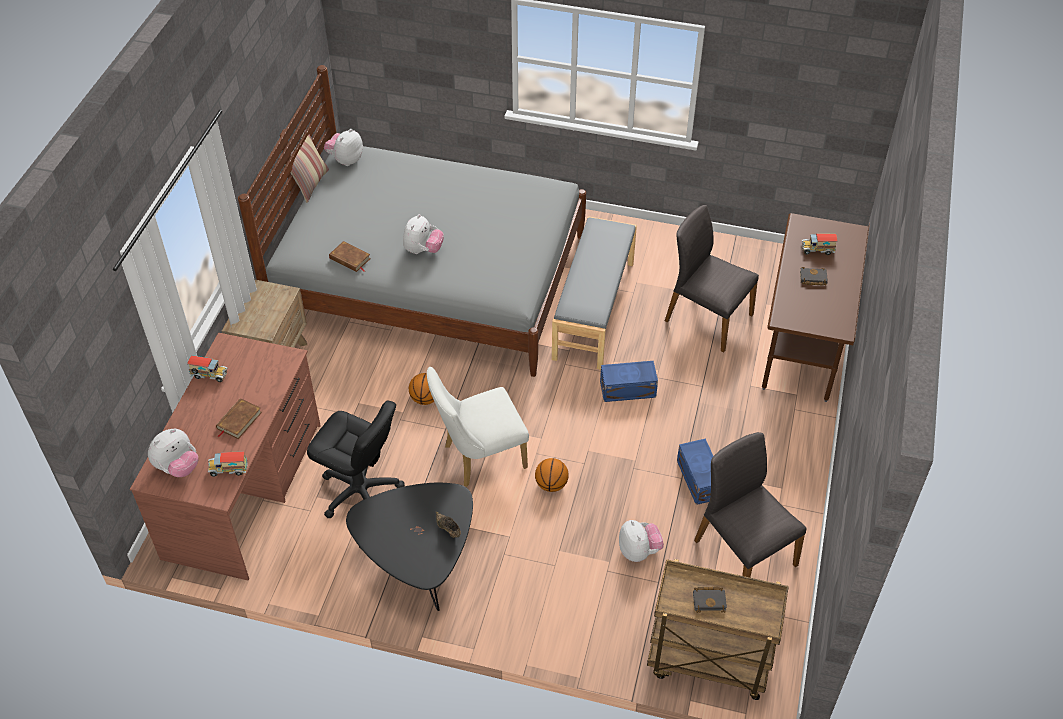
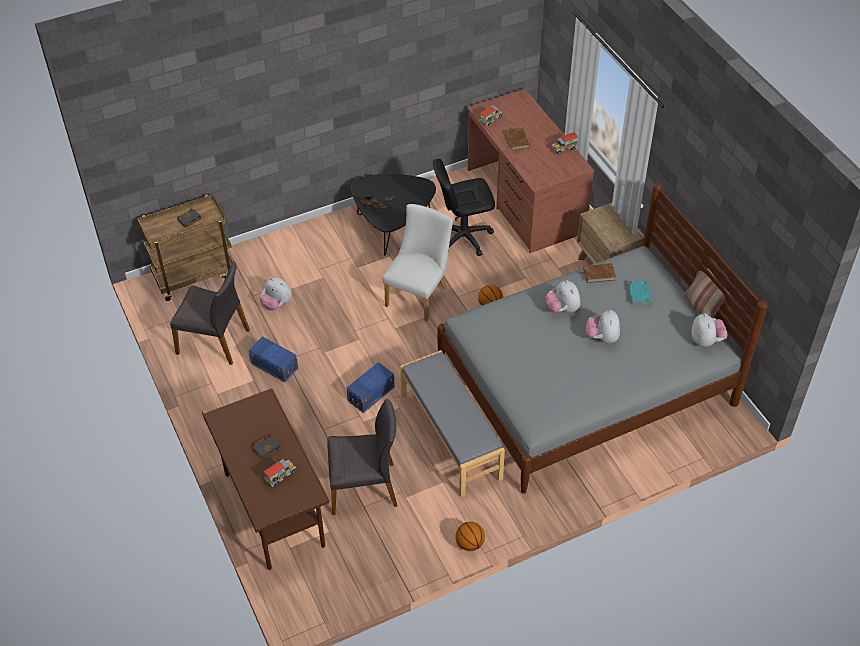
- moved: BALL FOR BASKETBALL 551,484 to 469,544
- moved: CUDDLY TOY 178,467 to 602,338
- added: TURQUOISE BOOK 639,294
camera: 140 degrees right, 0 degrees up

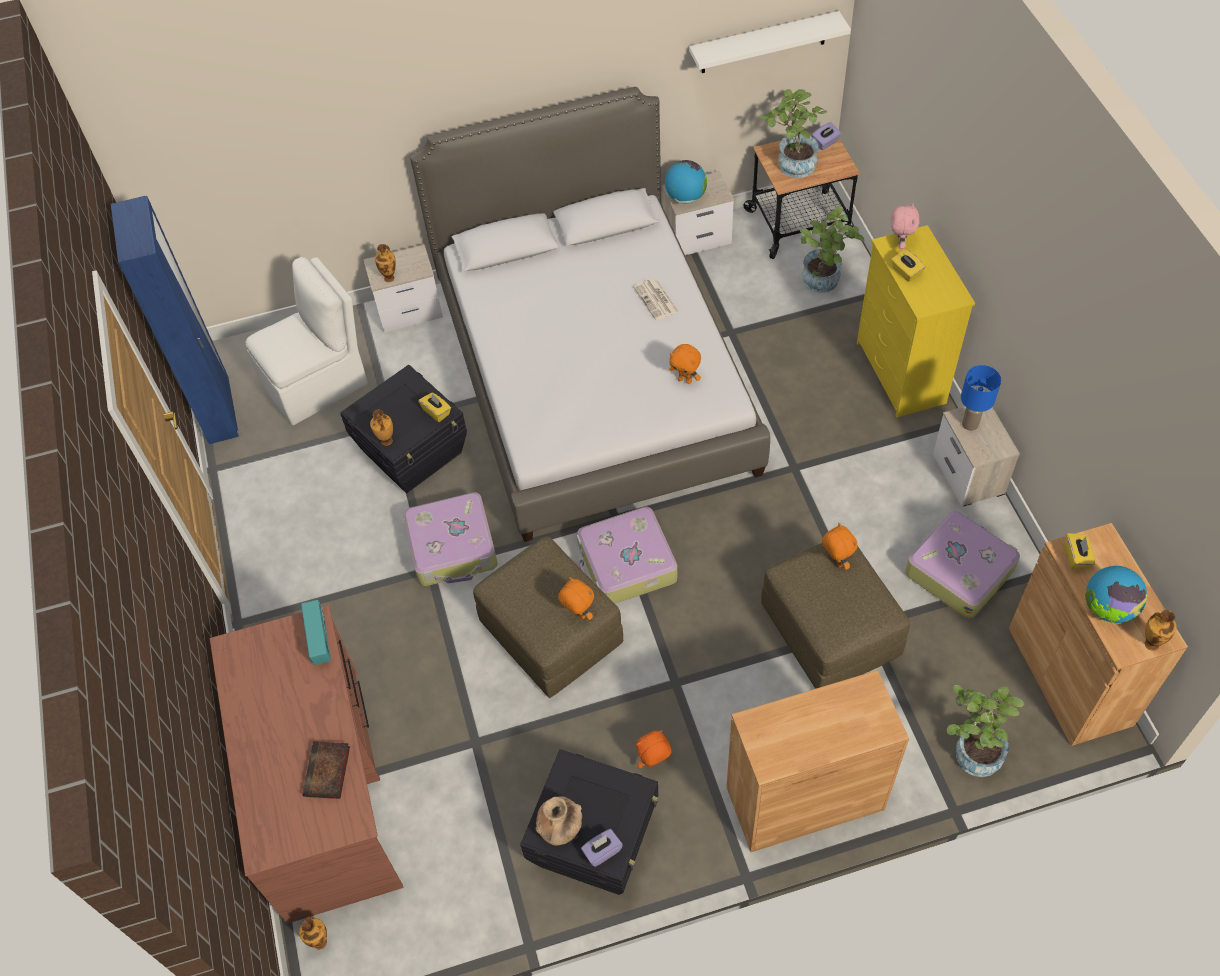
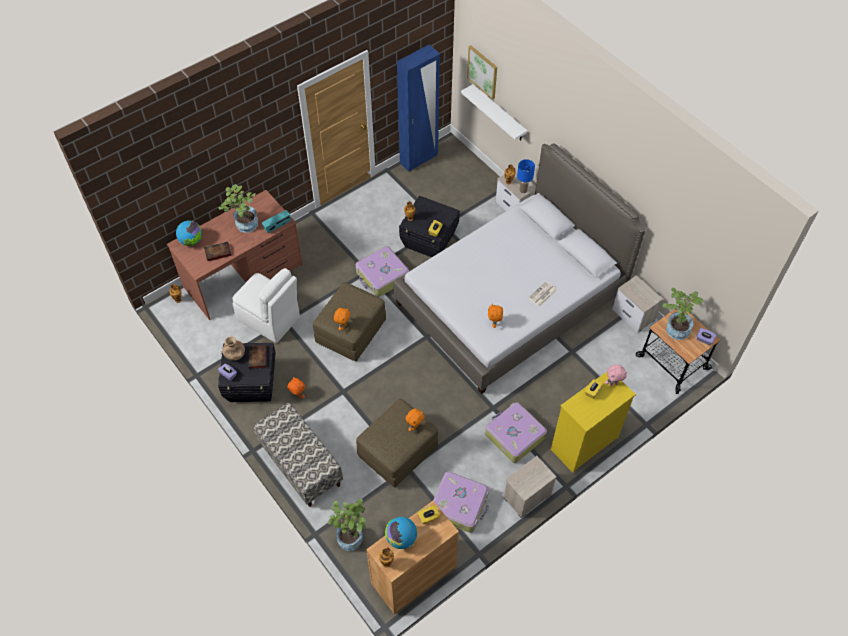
- moved: GLOBE 685,197 to 191,241
- moved: HOUSEPLANT 823,283 to 244,226
- moved: WHITE UPRIGHT CHAIR 317,383 to 270,319
- added: BOOK 258,358
- replaced: BROWN-COLOURED STORAGE CABINET 804,798 to LONG SEAT 300,464
- moved: WHITE BRACKET SHELF 763,43 to 499,113
- added: WALL ART 482,72
- moved: PIECE OF LUGGAGE 626,564 to 514,436
- moved: BLUISH TABLE LAMP 969,424 to 523,190
camera: 65 degrees right, 0 degrees up

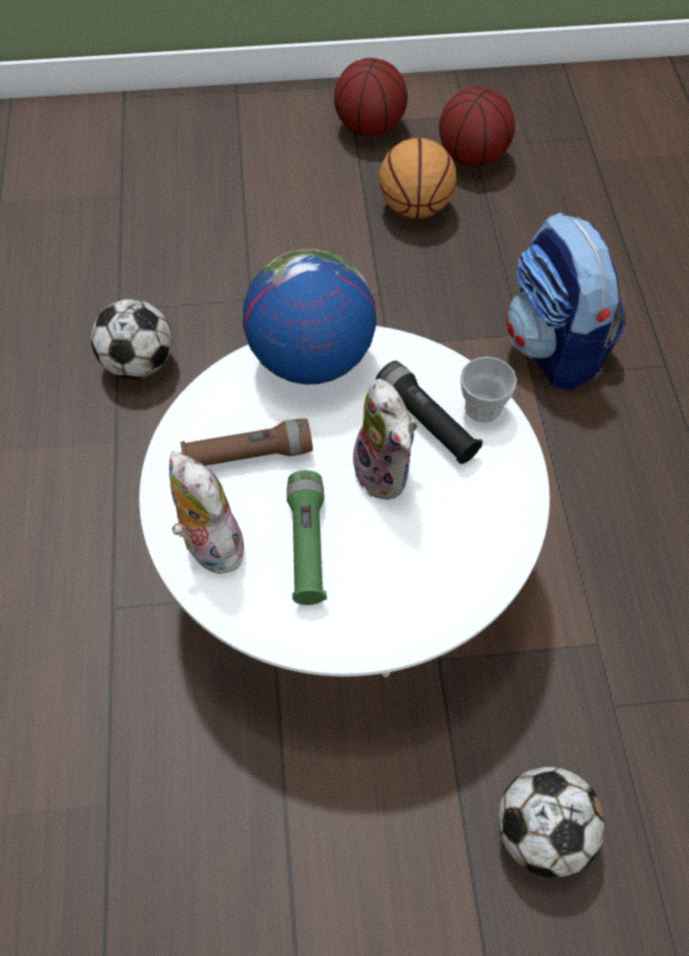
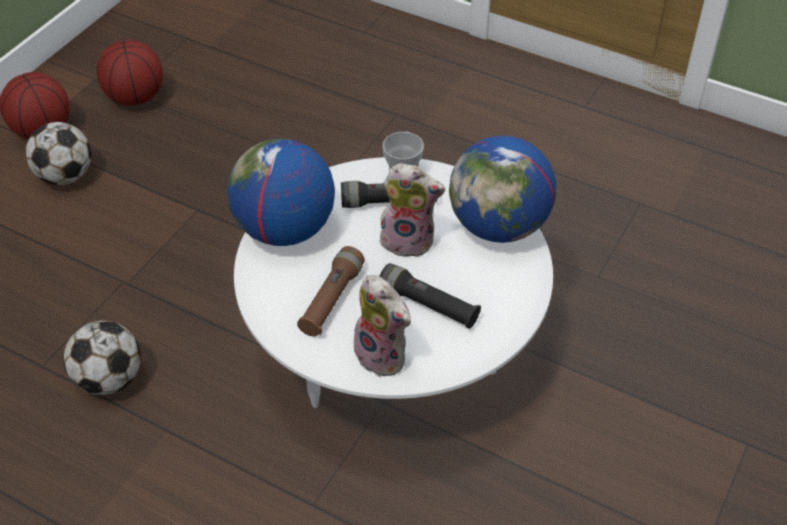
- moved: FOOTBALL BALL 542,833 to 65,176
- turned: CUDDLY TOY 208,545 = 384,355 135 degrees counterclockwise
- recoloured: GREENISH FLASHLIGHT 307,545 to BLACKISH FLASHLIGHT 428,305
- added: GLOBE 499,226
- removed: BALL FOR BASKETBALL 416,208
- removed: BACKPACK 554,348
camera: 55 degrees left, 10 degrees down

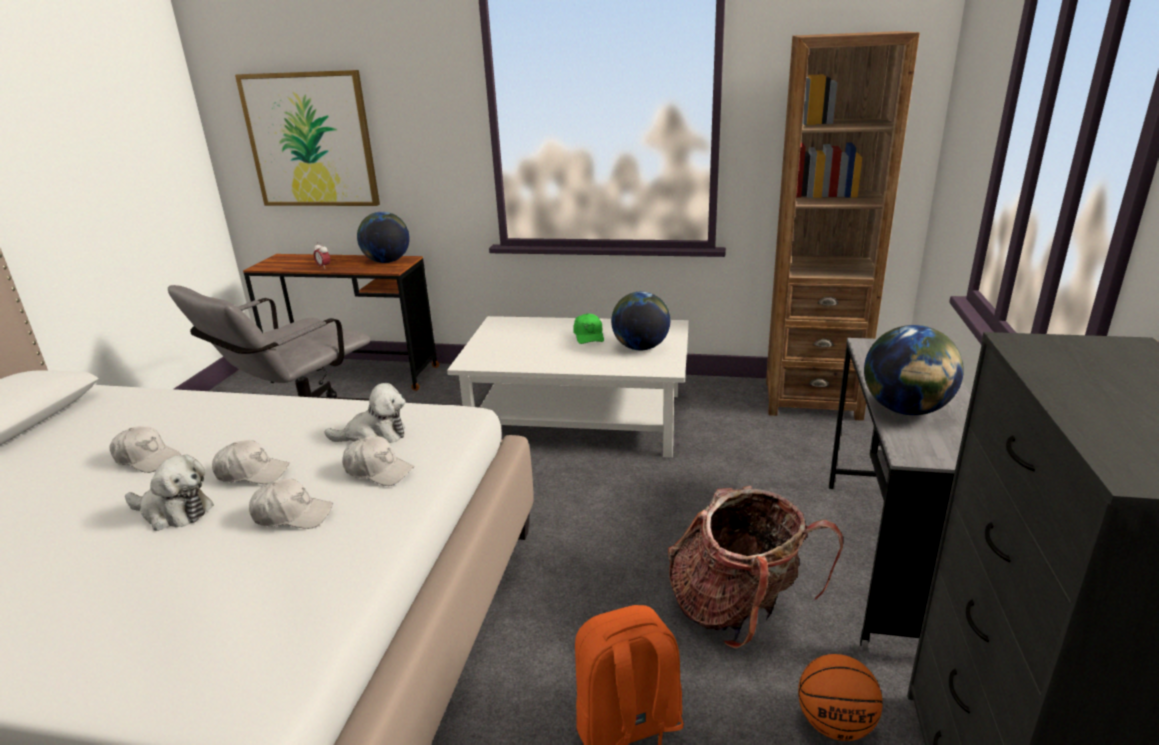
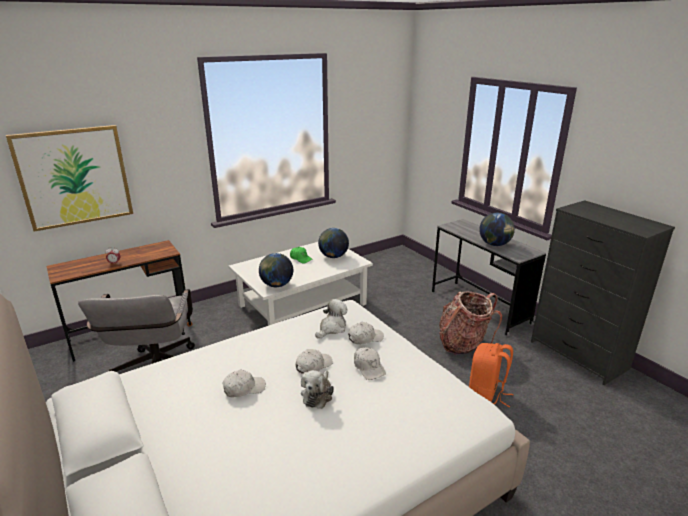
- moved: GLOBE 387,261 to 276,285
- turned: CUDDLY TOY 173,512 = 317,394 135 degrees clockwise
- turned: WHITE PEAKED CAP 292,515 = 369,367 105 degrees clockwise
- removed: BROWN-COLOURED SHELVING UNIT 812,400
- removed: BALL FOR BASKETBALL 835,723
camera: 45 degrees left, 0 degrees up

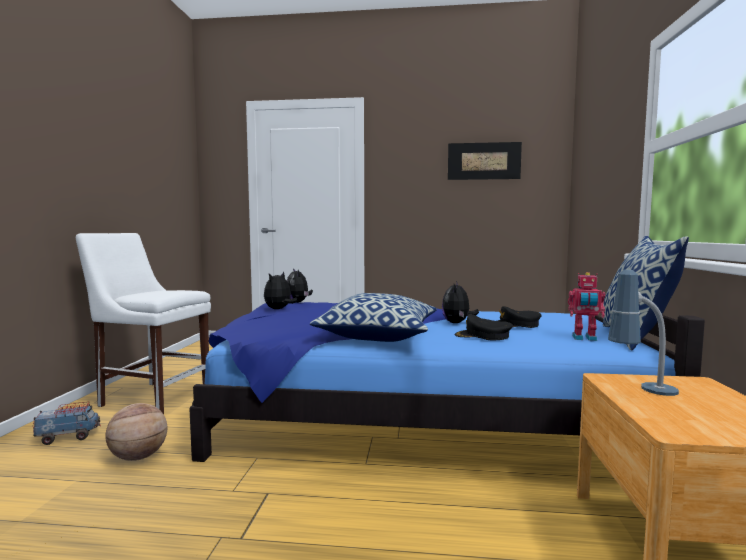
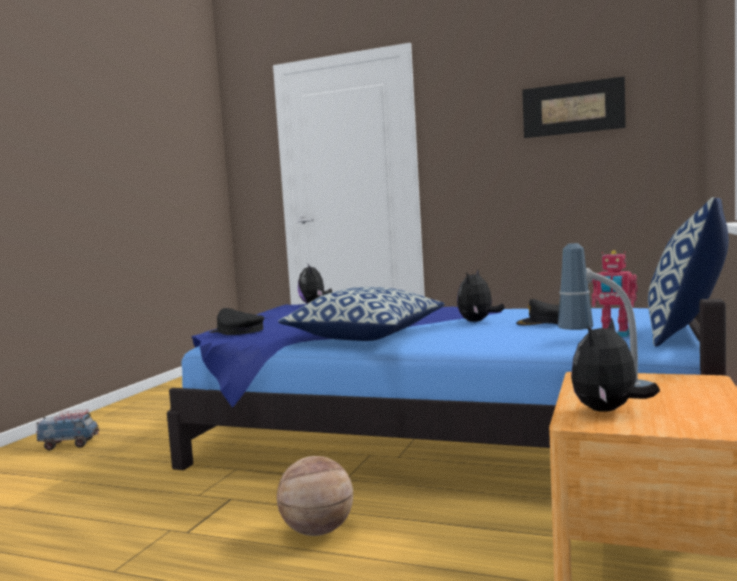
- moved: BLACKISH PEAKED CAP 483,336 to 237,331
- moved: BALL FOR BASKETBALL 139,457 to 318,531
- moved: CUDDLY TOY 279,309 to 608,411
- removed: WHITE UPRIGHT CHAIR 152,397
camera: 15 degrees right, 0 degrees up

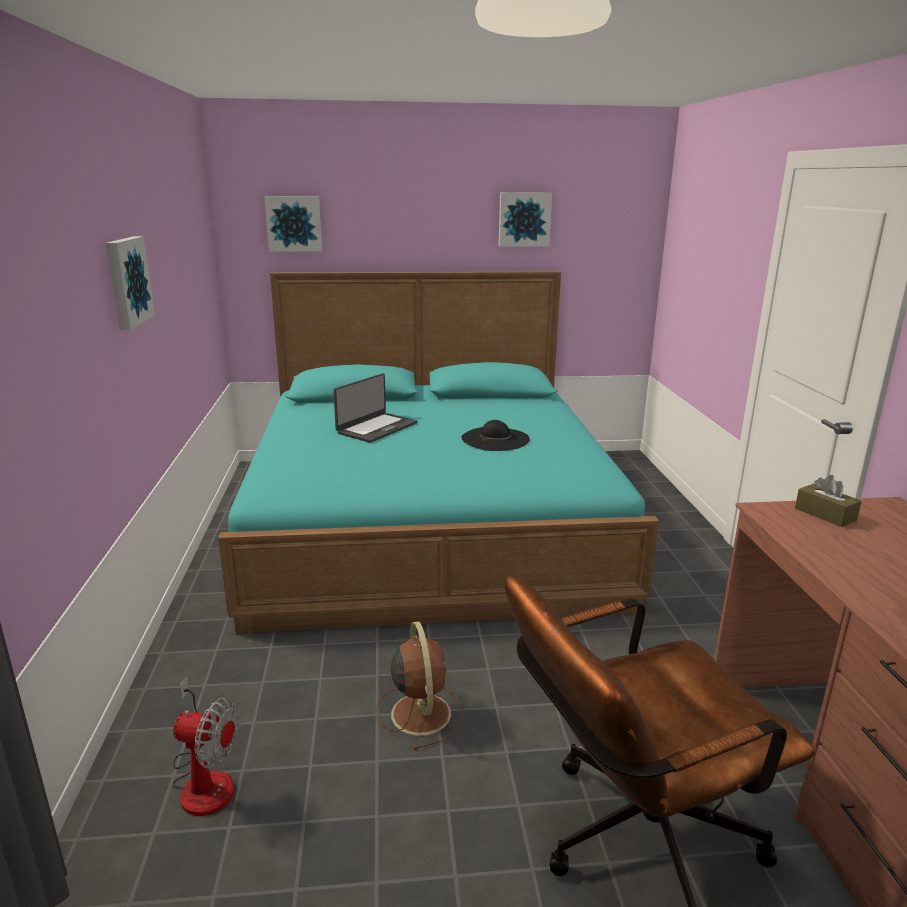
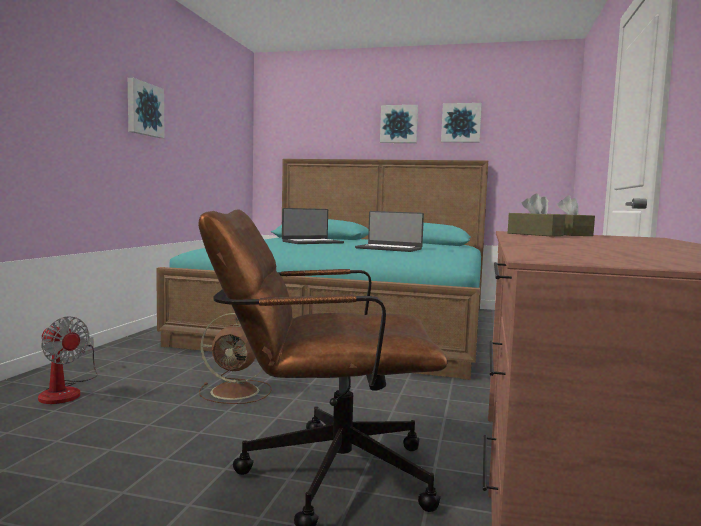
- turned: BROWN-COLOURED ELECTRIC FAN 420,712 = 237,391 90 degrees clockwise
- replaced: BLACKISH WEARABLE HAT 495,439 to PORTABLE COMPUTER 389,248
- moved: WALL ART 294,223 to 399,124
- added: BROWN-COLOURED TISSUE BOX 535,234
camera: 20 degrees right, 15 degrees down

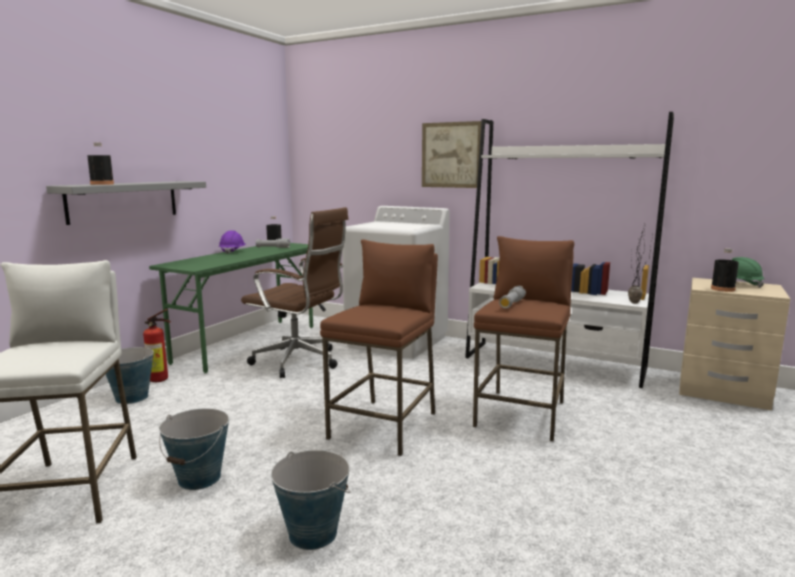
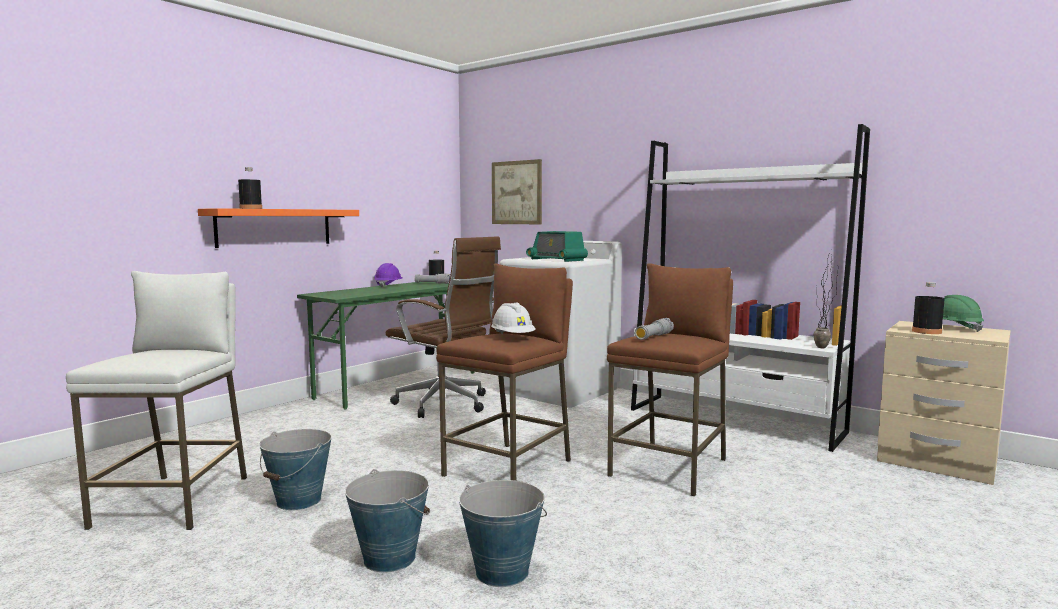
- recoloured: GREY BRACKET SHELF 123,201 to ORANGEY BRACKET SHELF 275,227
- moved: BUCKET 131,397 to 501,571
- added: WHITE WORK HELMET 513,338
- moved: WALL ART 451,155 to 516,192
- added: RADIO 556,260
- removed: EXTINGUISHER 161,380
camera: 10 degrees right, 5 degrees down

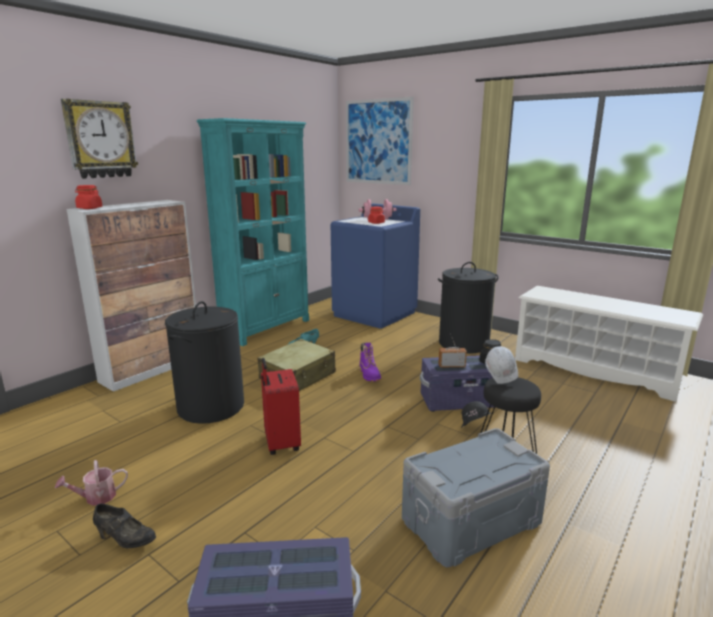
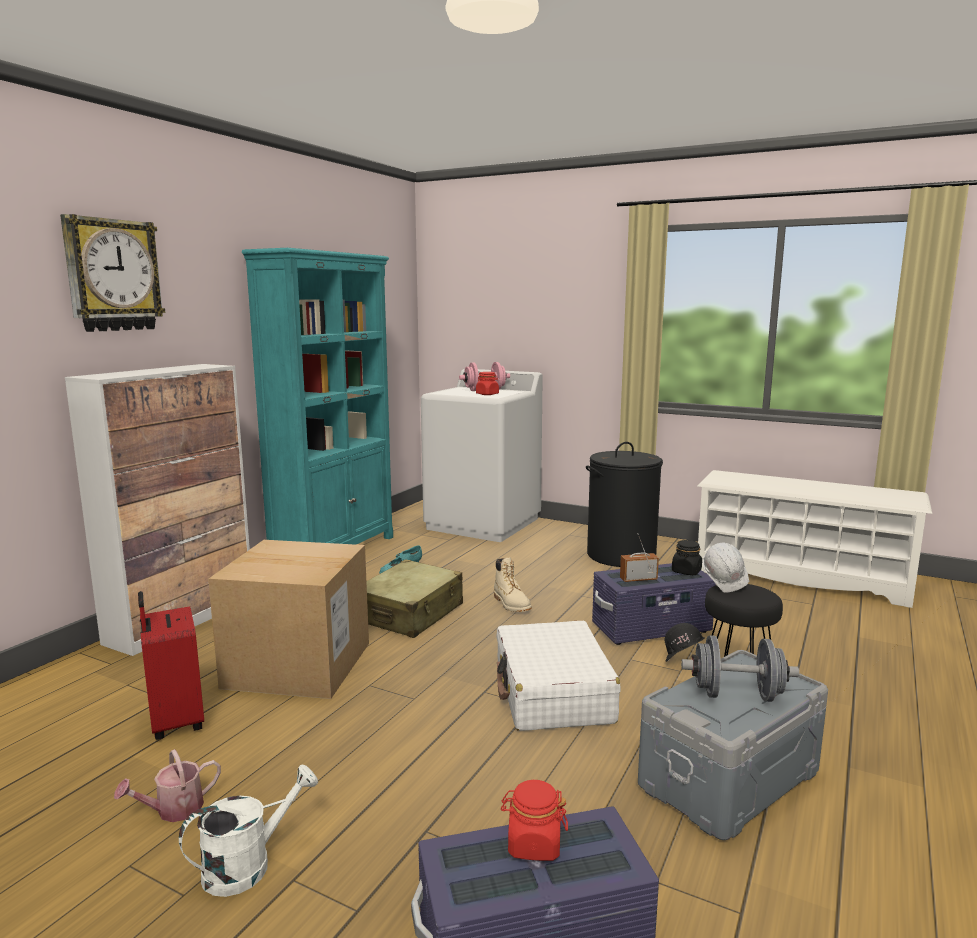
- moved: RED PIECE OF LUGGAGE 281,444 to 175,722
- replaced: BLACKISH LOW SHOE 125,540 to WHITE SPRINKLING CAN 248,865
- replaced: BLACKISH LAUNDRY BASKET 211,406 to CARDBOARD BOX 298,665
- recoloured: BLUISH WASHING MACHINE 375,314 to WHITE WASHING MACHINE 483,524
- recoloured: PURPLISH TALL BOOT 369,375 to BEIGE TALL BOOT 511,604
- added: WHITE PIECE OF LUGGAGE 553,693
- moved: RED PRESERVE JAR 89,208 to 533,844
- added: GREY FREE WEIGHT 736,695
- removed: WALL ART 378,142
camera: 10 degrees left, 5 degrees down

